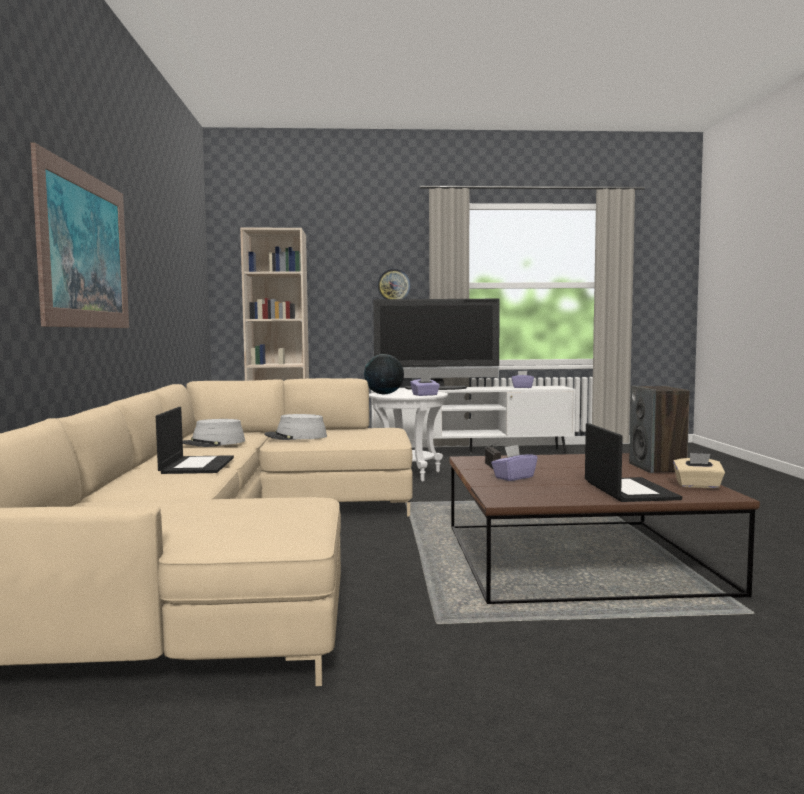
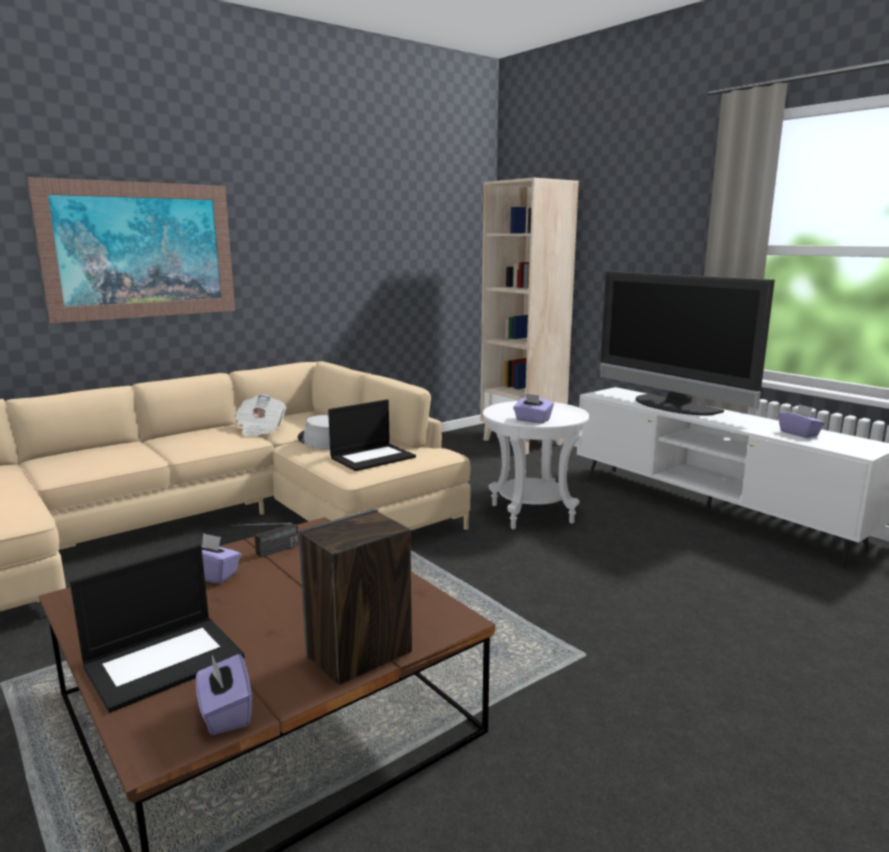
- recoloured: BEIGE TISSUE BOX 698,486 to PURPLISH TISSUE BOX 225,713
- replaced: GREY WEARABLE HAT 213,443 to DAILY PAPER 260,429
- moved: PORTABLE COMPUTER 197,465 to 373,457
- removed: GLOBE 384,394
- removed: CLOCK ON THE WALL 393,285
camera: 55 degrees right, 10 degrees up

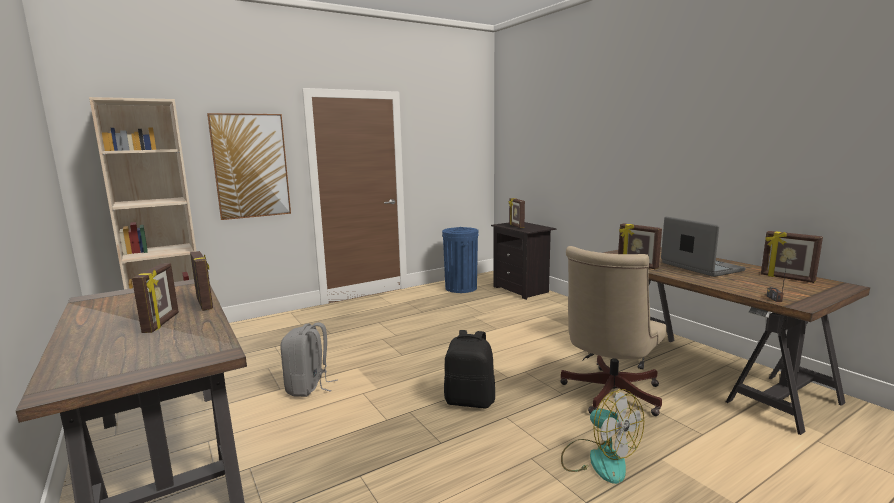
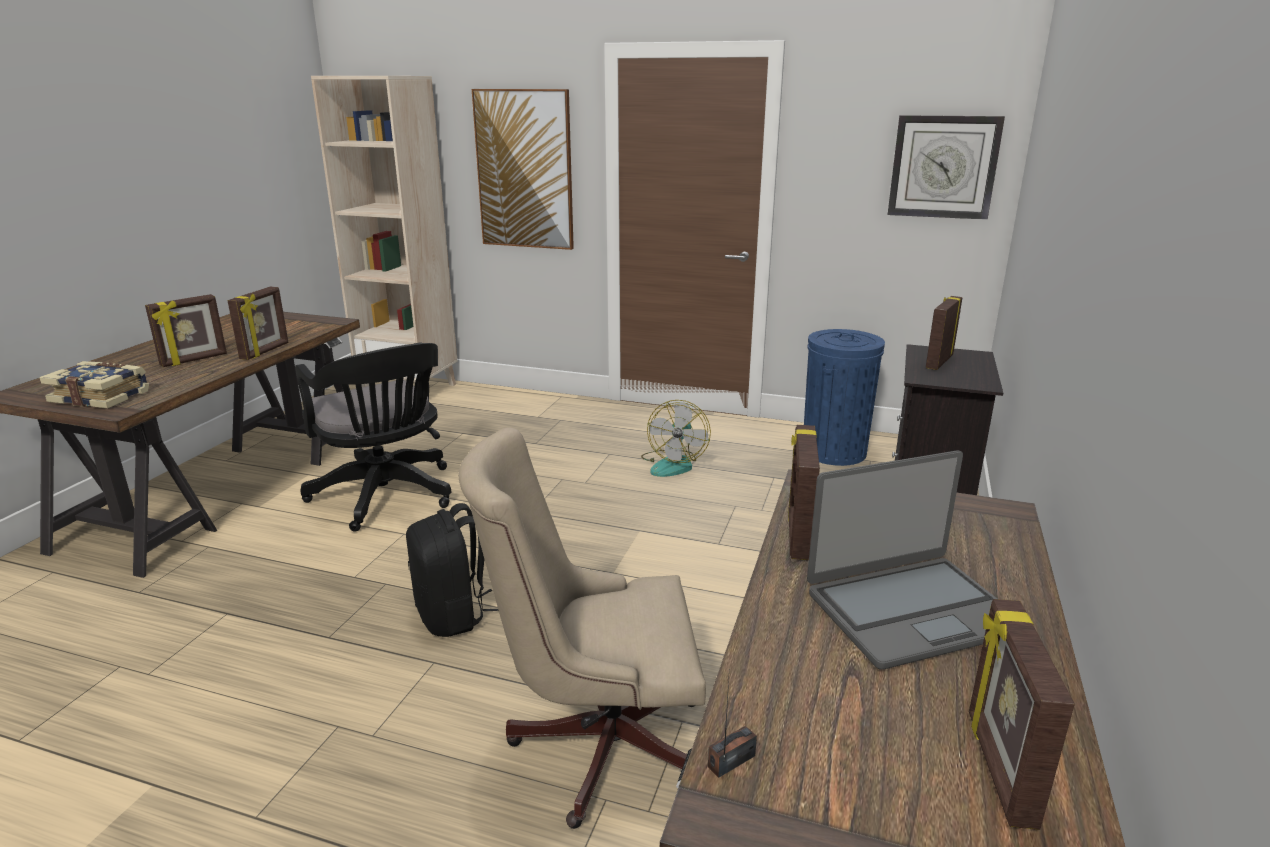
- added: BOOK 101,397
- replaced: GREY BACKPACK 308,387 to BLACKISH COMPUTER CHAIR 387,497
- moved: ELECTRIC FAN 598,459 to 673,464
- turned: PORTABLE COMPUTER 700,267 = 910,610 45 degrees clockwise
- added: CLOCK ON THE WALL 943,167
camera: 50 degrees right, 10 degrees up

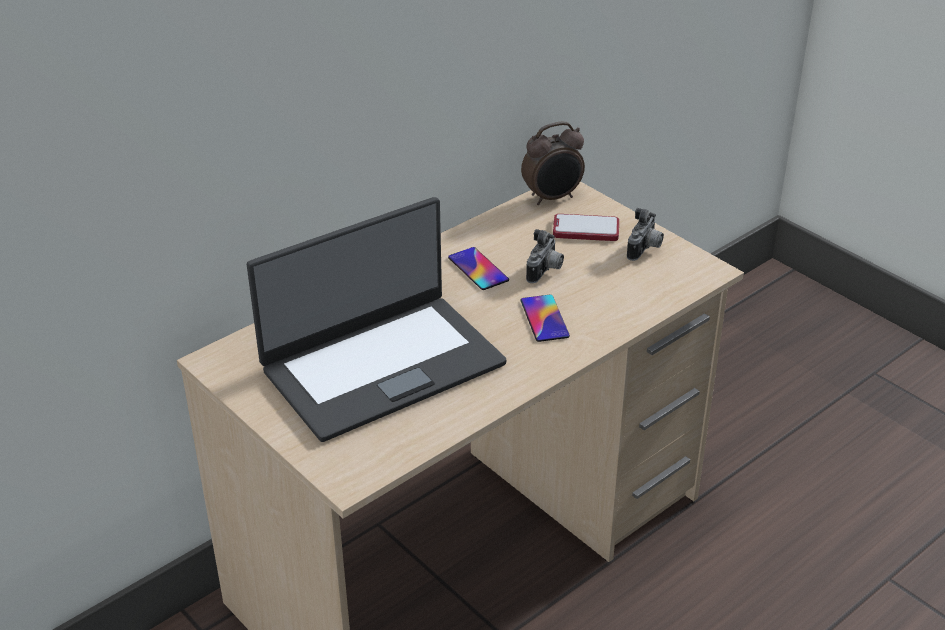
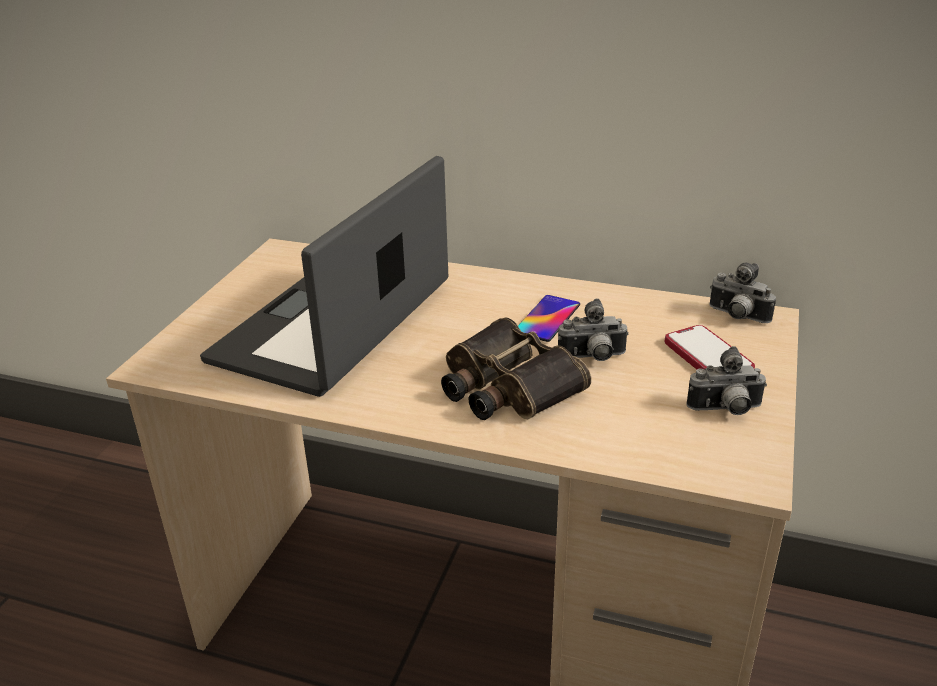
- turned: PORTABLE COMPUTER 381,365 = 336,323 90 degrees clockwise
- replaced: TELEPHONE 544,318 to BINOCULARS 505,386
- replaced: ALARM CLOCK 553,198 to STILL CAMERA 737,317
camera: 60 degrees right, 5 degrees down

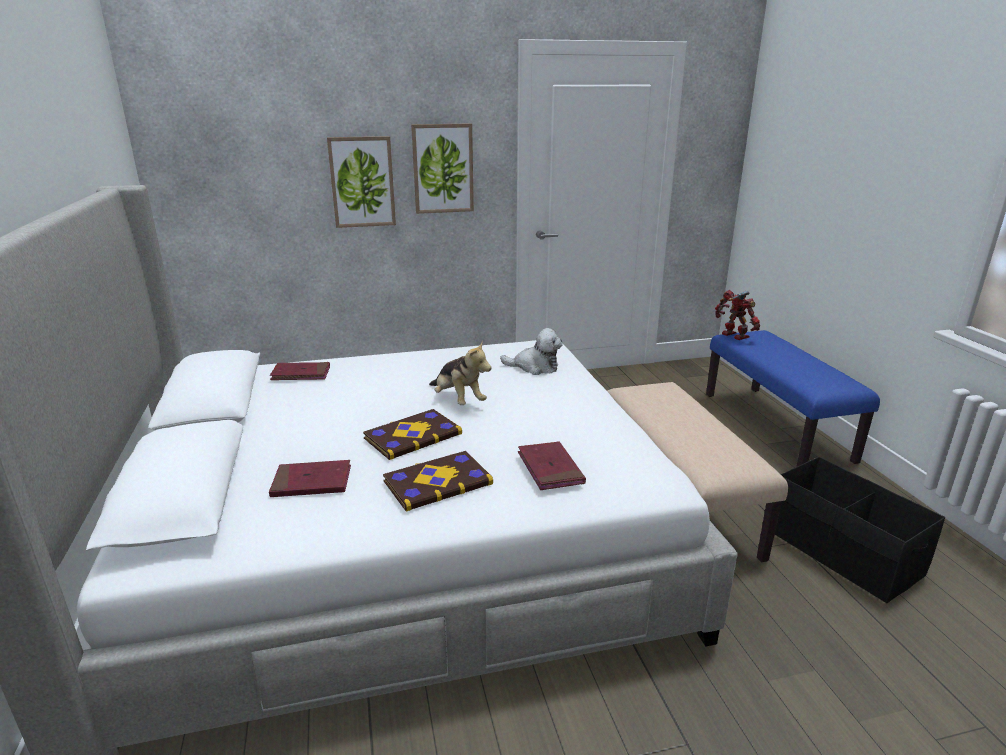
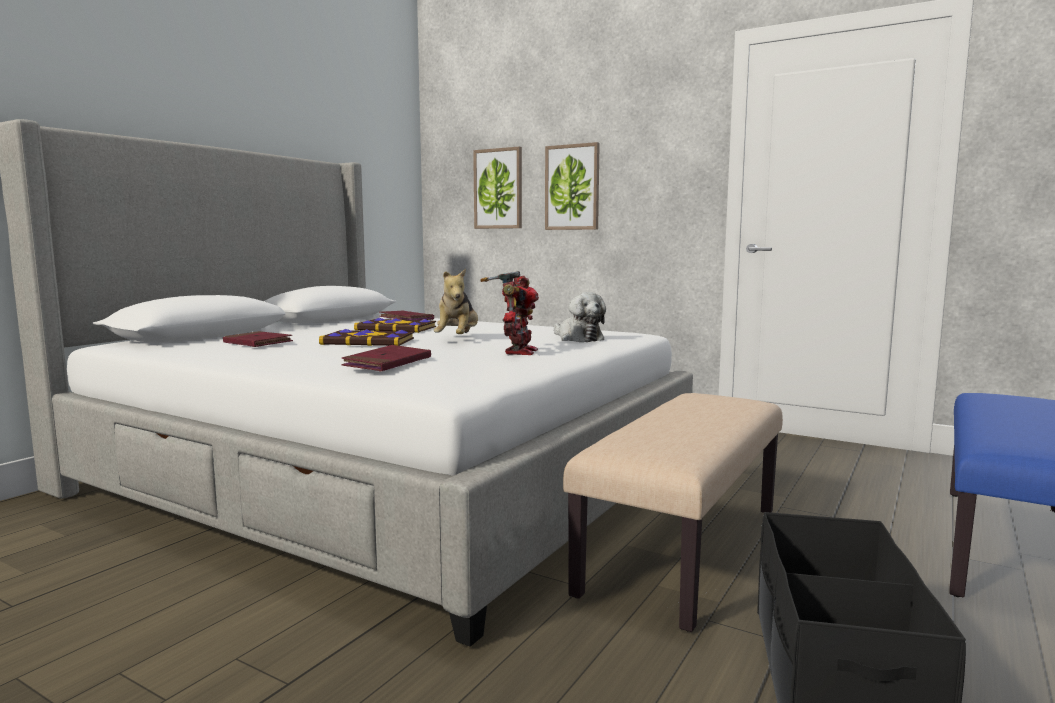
- moved: BOOK 437,482 to 396,328
- moved: WALL ART 443,168 to 498,189
- moved: ROBOT FIGURE 734,336 to 518,351
camera: 45 degrees right, 15 degrees down

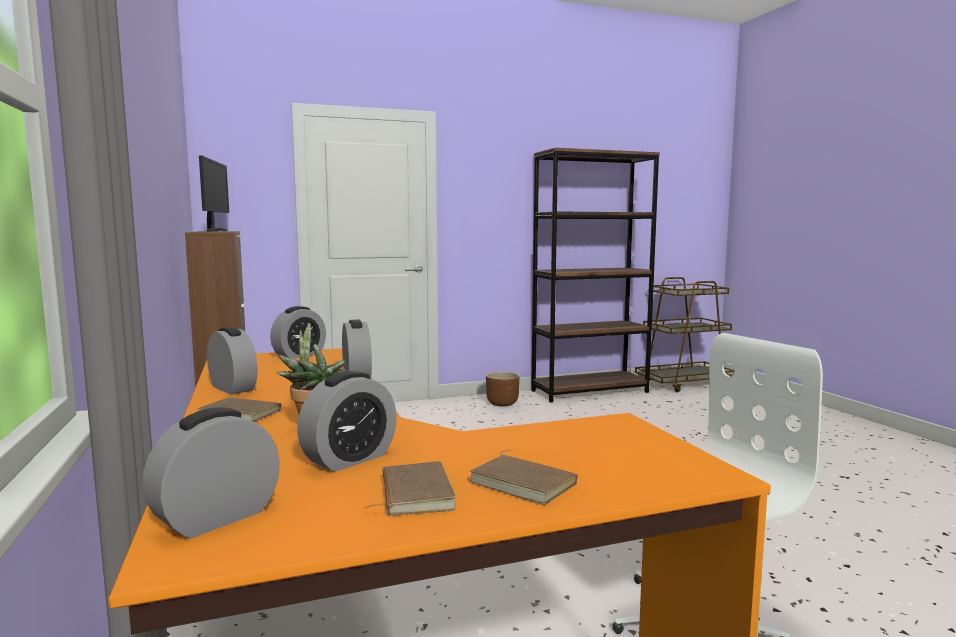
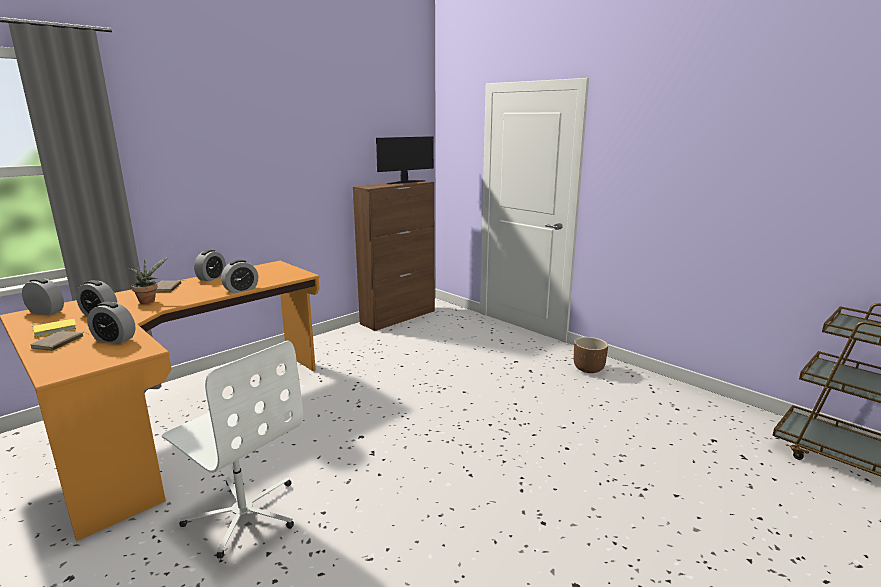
- recoloured: BROWN-COLOURED BOOK 413,494 to YELLOW BOOK 55,329
- moved: ALARM CLOCK 299,355 to 114,339
- removed: BROWN-COLOURED SHELVING UNIT 590,391
camera: 65 degrees right, 10 degrees up

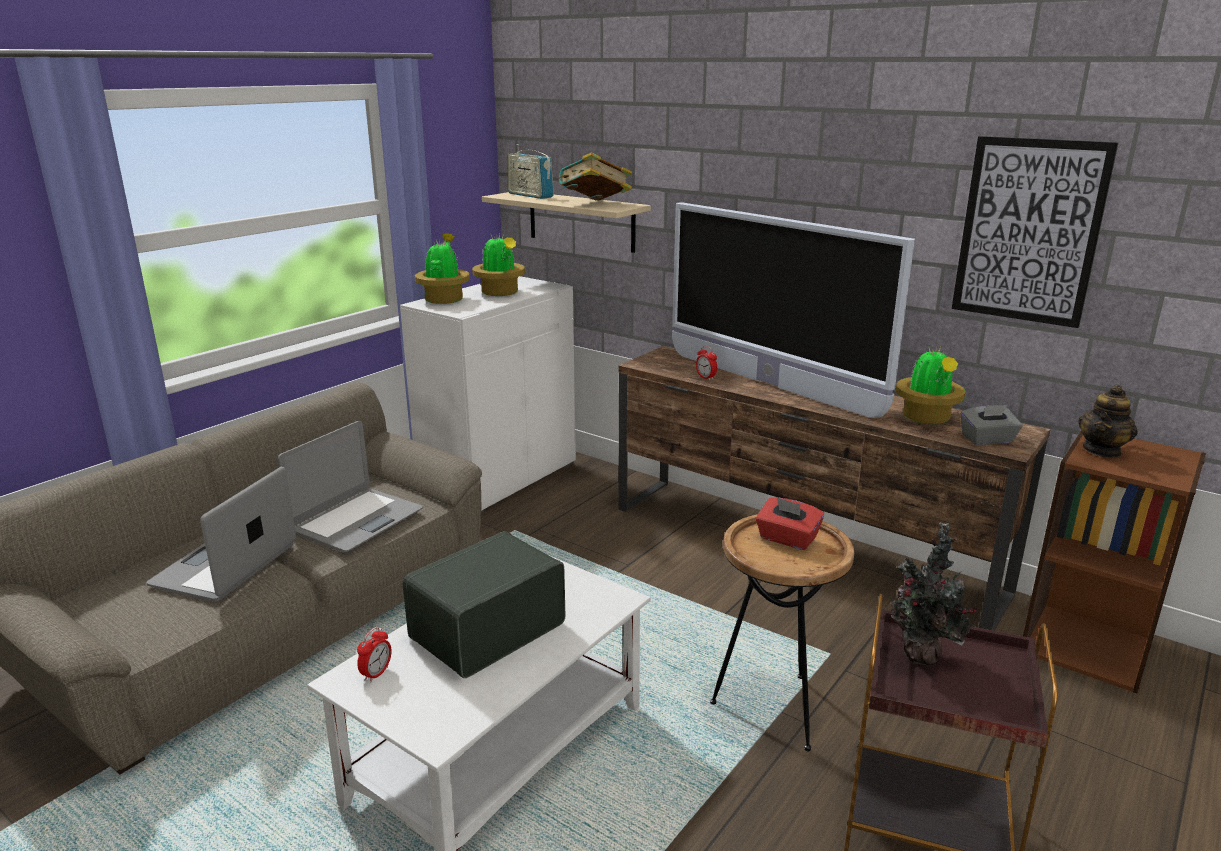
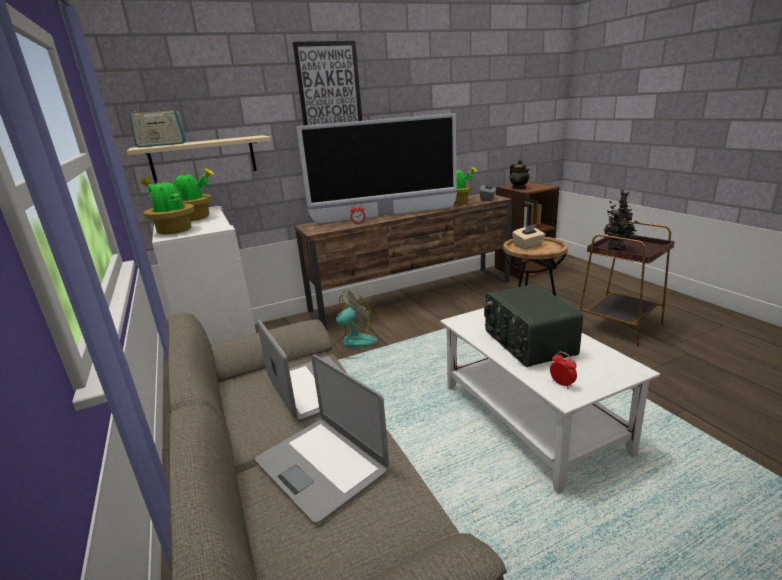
- moved: WALL ART 1029,231 to 329,91
- added: ELECTRIC FAN 352,345
- recoloured: RED TISSUE BOX 787,539 to BEIGE TISSUE BOX 528,246
- removed: BOOK 595,204
camera: 60 degrees left, 0 degrees up

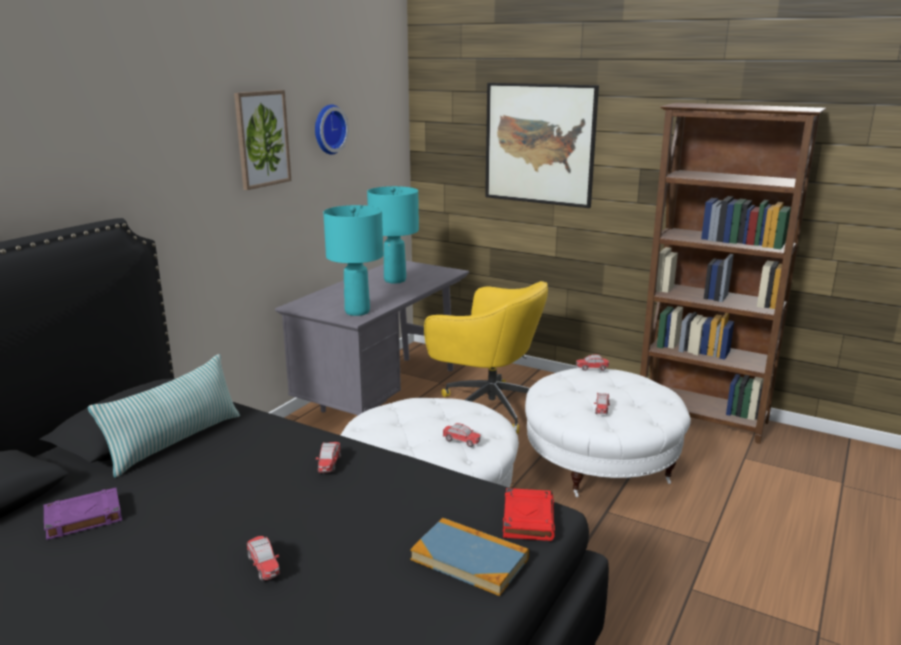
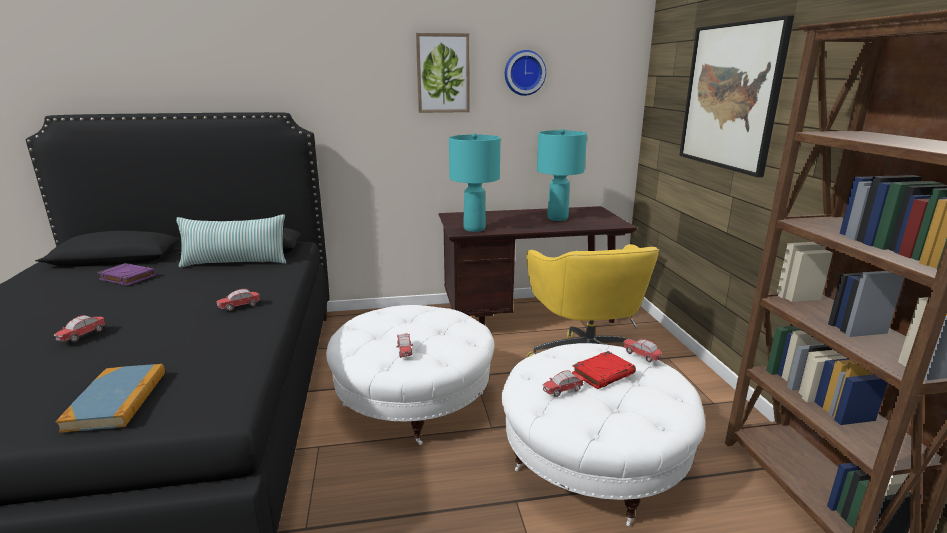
- recoloured: GREY DESK TABLE 382,394 to BROWN-COLOURED DESK TABLE 529,316
- moved: RED BOOK 528,518 to 603,373
camera: 50 degrees right, 0 degrees up

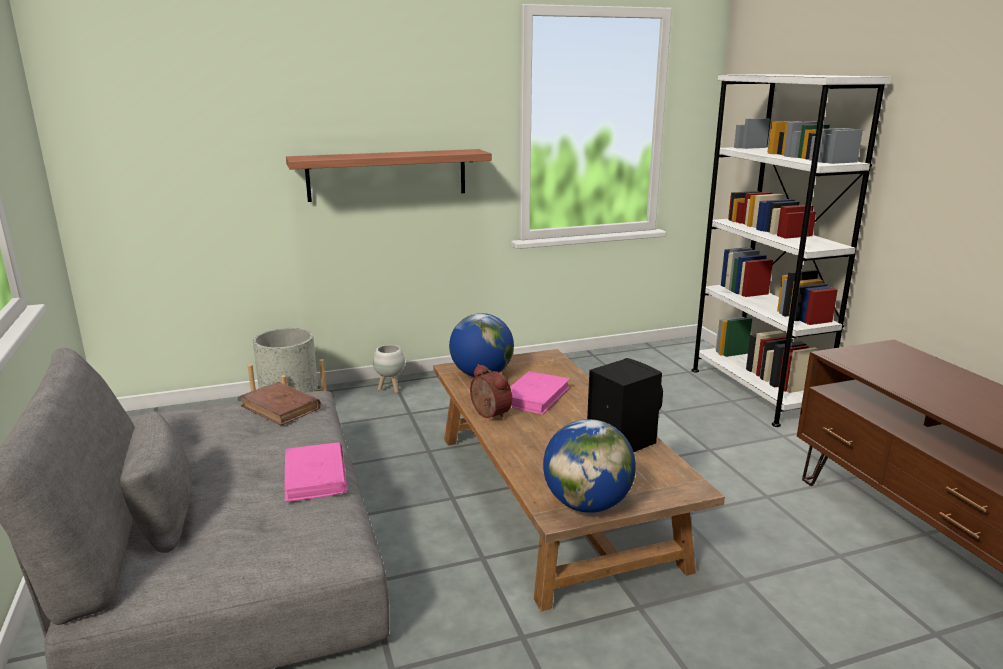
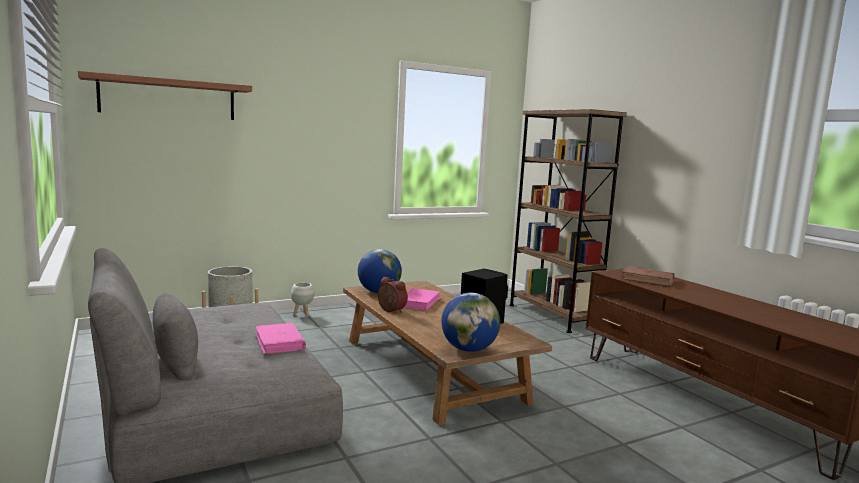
- moved: BRACKET SHELF 387,175 to 168,98
- recoloured: WHITE SHELVING UNIT 755,392 to BROWN-COLOURED SHELVING UNIT 552,316
- moved: BROWN-COLOURED BOOK 280,407 to 647,279
camera: 10 degrees left, 10 degrees down

